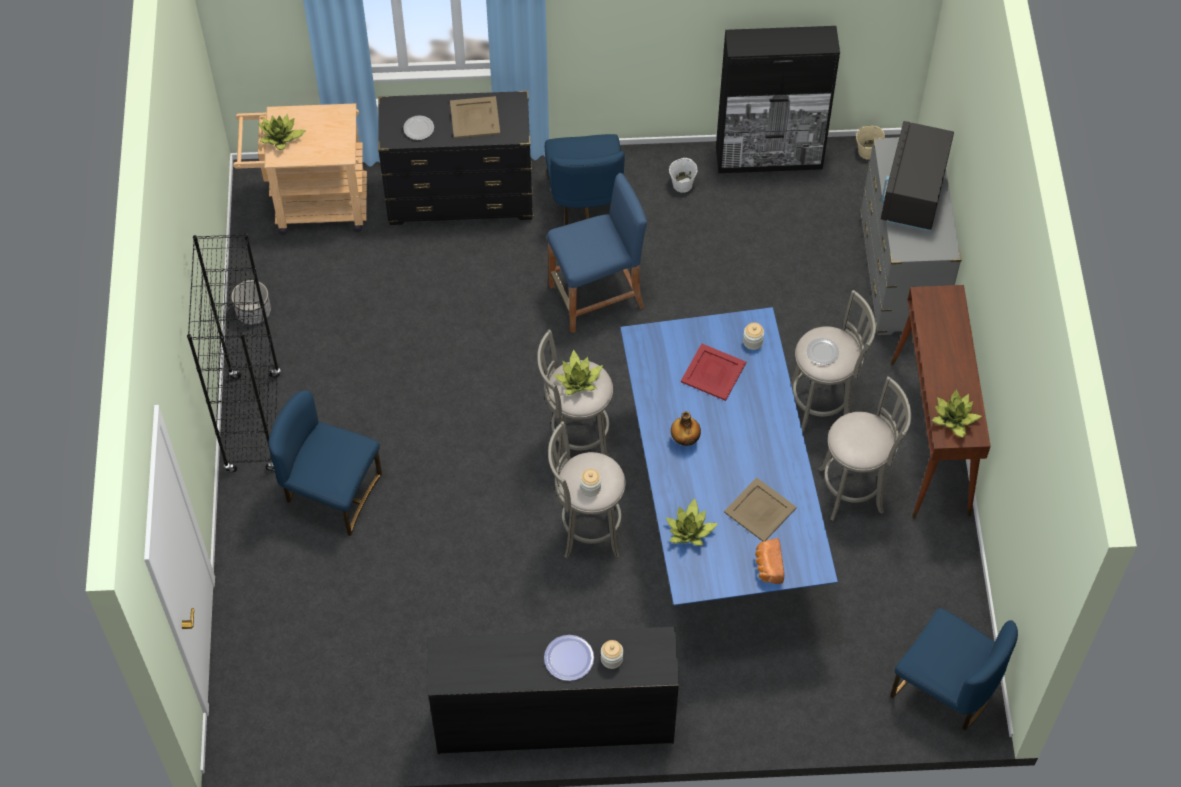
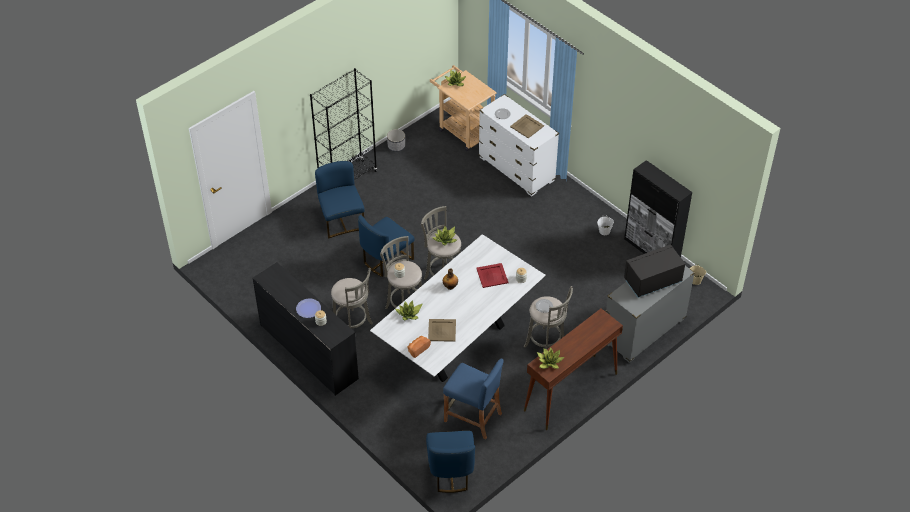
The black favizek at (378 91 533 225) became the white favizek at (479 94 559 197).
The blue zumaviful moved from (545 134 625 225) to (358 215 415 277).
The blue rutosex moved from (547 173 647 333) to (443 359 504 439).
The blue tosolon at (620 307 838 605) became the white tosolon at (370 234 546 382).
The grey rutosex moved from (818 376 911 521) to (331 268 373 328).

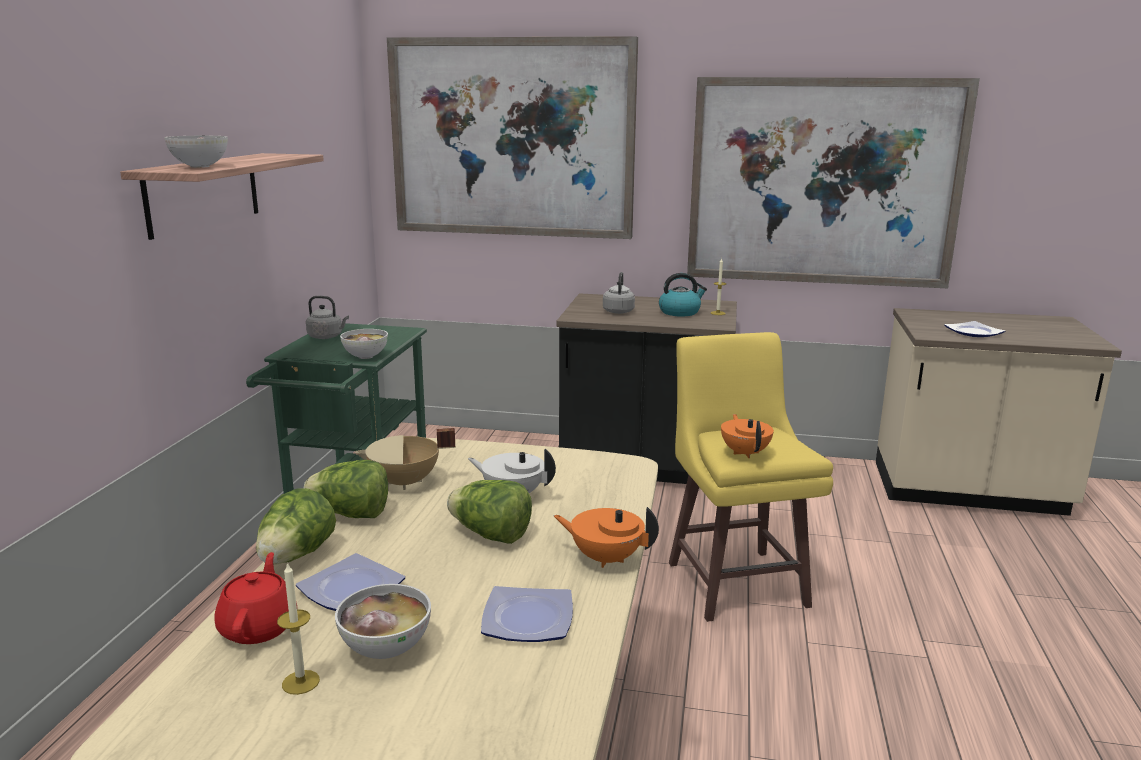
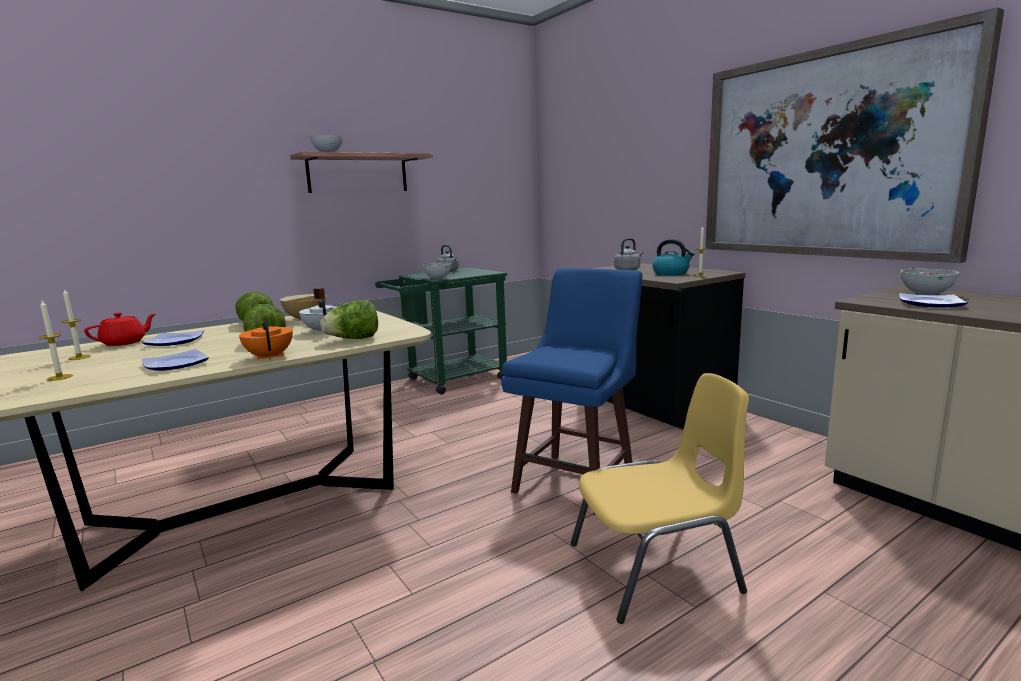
The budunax at (387 36 638 239) disappeared.
The yellow rutosex at (669 332 833 622) became the blue rutosex at (501 268 642 515).
The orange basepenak at (721 414 774 458) disappeared.
The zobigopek moved from (256 488 336 565) to (320 300 378 339).
The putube moved from (335 584 431 659) to (901 269 959 295).
The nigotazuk at (39 301 73 381) appeared.
The yellow zumaviful at (570 373 749 624) appeared.

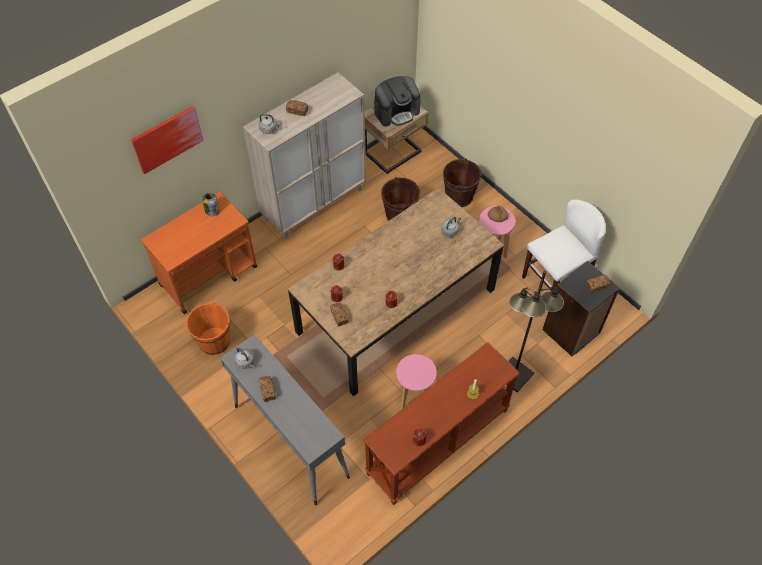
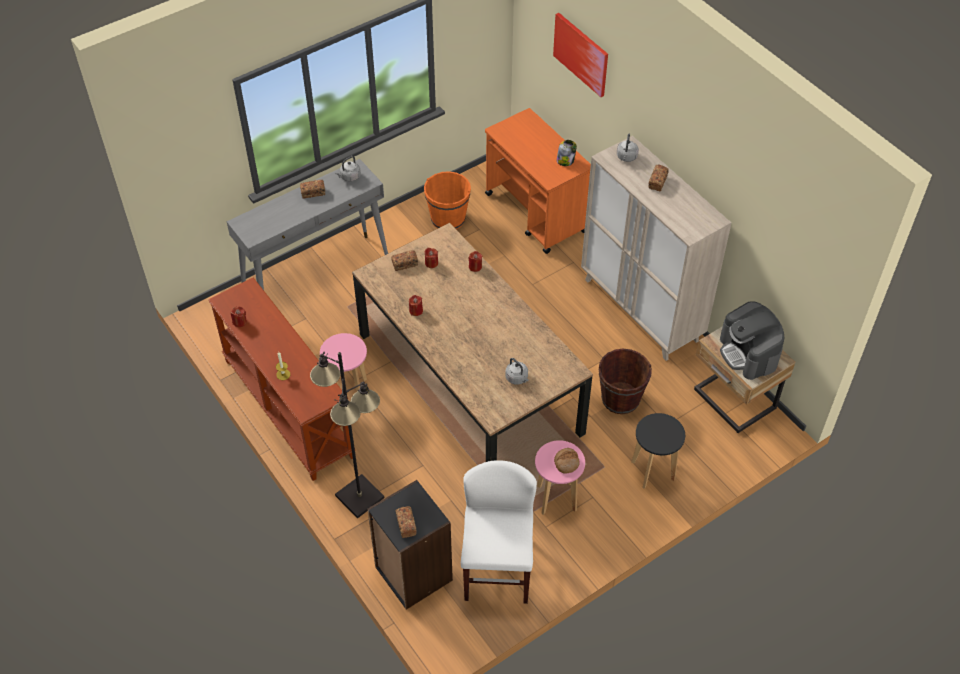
The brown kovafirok at (443 159 481 207) was replaced by the black rutosex at (632 413 685 489).
The white zumaviful at (522 199 606 291) turned 150 degrees counterclockwise.

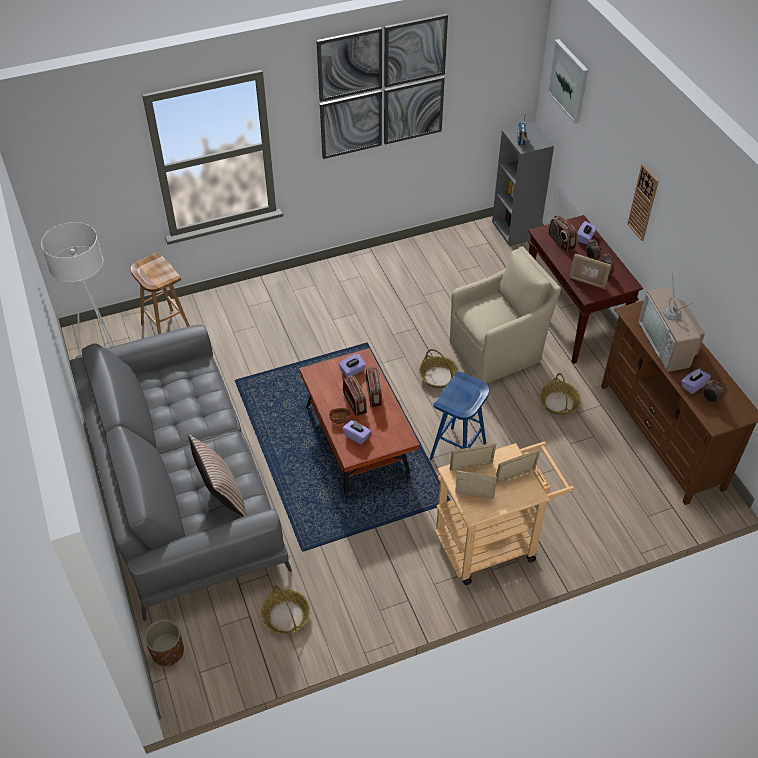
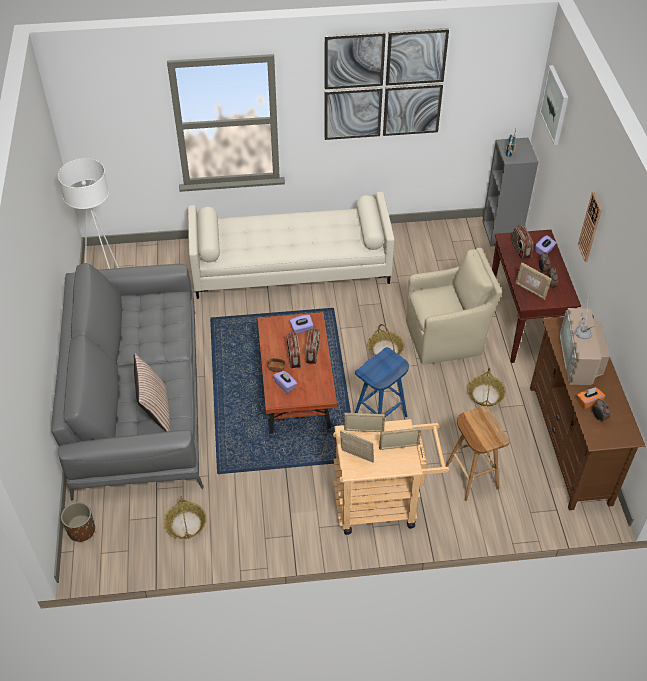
The brown rutosex moved from (130 253 190 334) to (446 406 510 501).
The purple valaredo at (681 369 711 394) became the orange valaredo at (577 387 605 409).
The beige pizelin at (188 192 395 299) appeared.

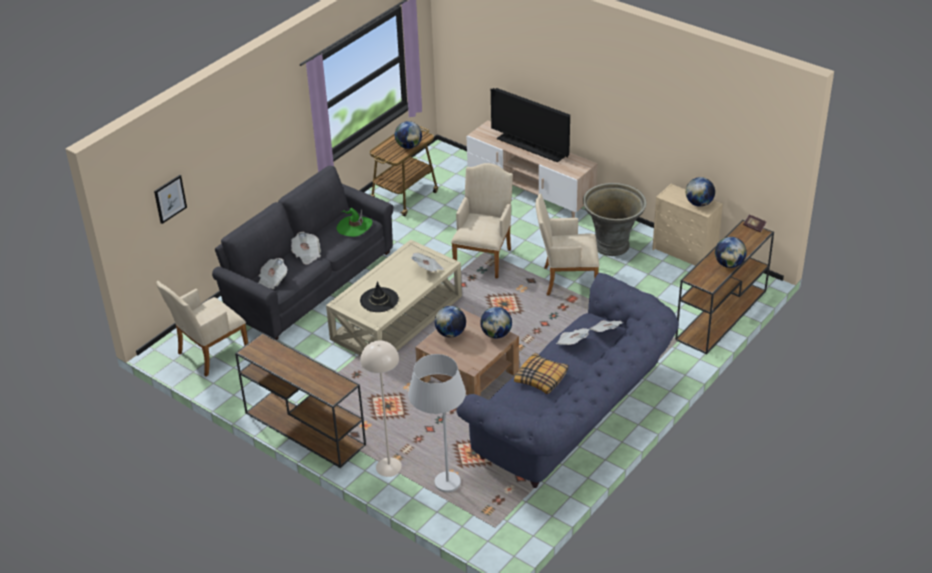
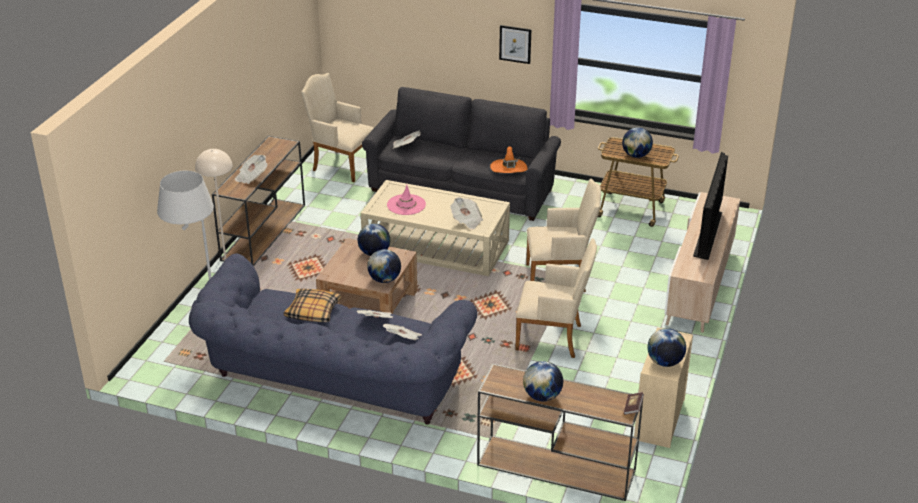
The budunax moved from (154 175 187 224) to (499 25 531 64).
The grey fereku at (583 183 646 256) disappeared.
The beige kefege at (535 194 599 296) turned 120 degrees clockwise.
The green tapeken at (336 208 372 237) became the orange tapeken at (490 146 528 173).
The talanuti moved from (291 232 321 265) to (235 155 267 184).
The black tapeken at (360 281 399 312) became the pink tapeken at (387 185 426 215).

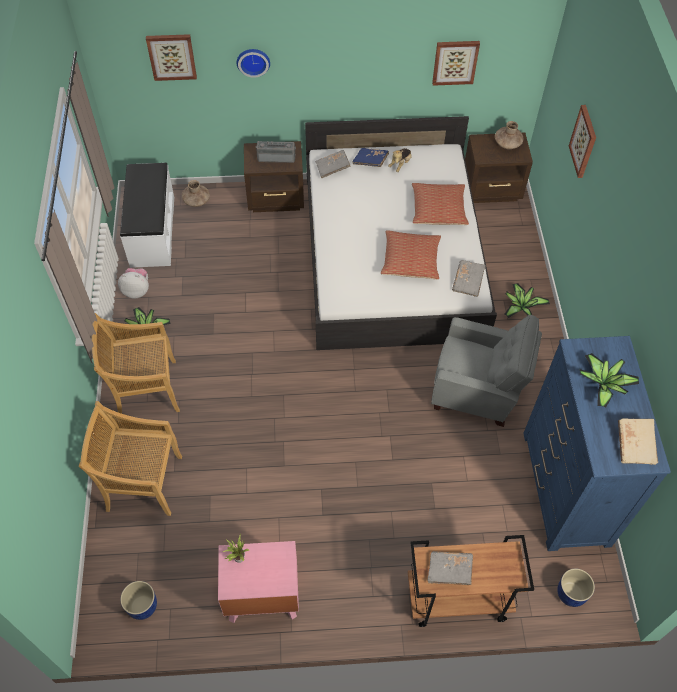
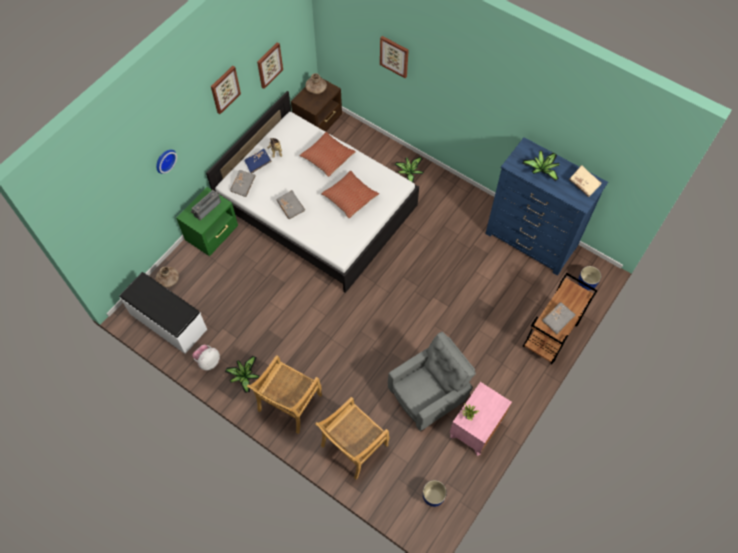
The budunax moved from (146 34 197 81) to (211 66 241 114).
The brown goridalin at (244 141 304 212) became the green goridalin at (176 187 238 256).
The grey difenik moved from (452 260 486 297) to (276 190 305 219).
The grey kefege moved from (431 315 542 427) to (388 332 476 431).

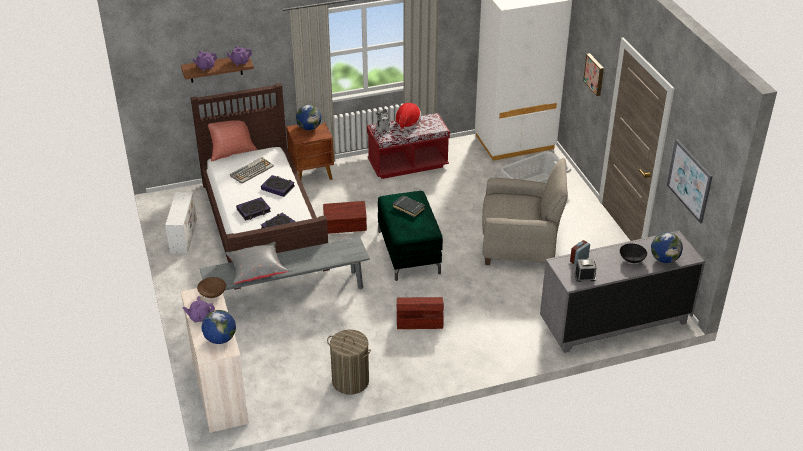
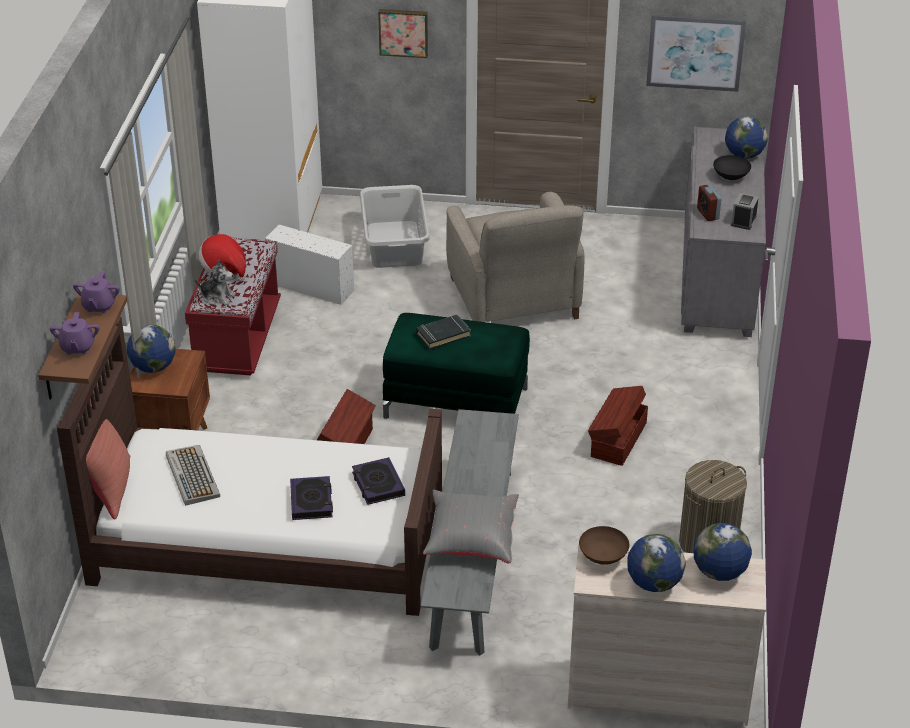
The beige kefege at (482 158 568 265) turned 135 degrees clockwise.
The difenik at (261 175 295 197) disappeared.
The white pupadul moved from (165 192 197 254) to (265 225 354 305).
The purple basepenak at (183 296 215 322) was replaced by the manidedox at (627 534 686 592).

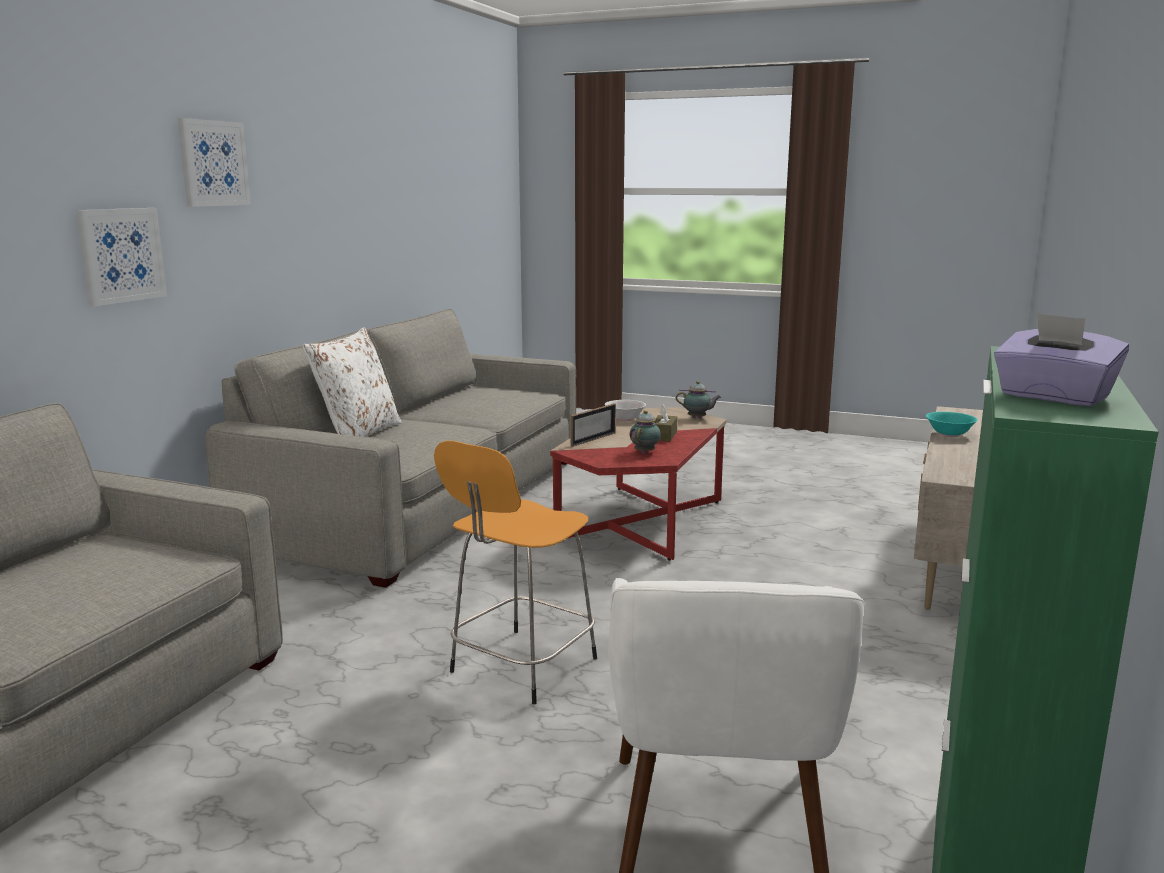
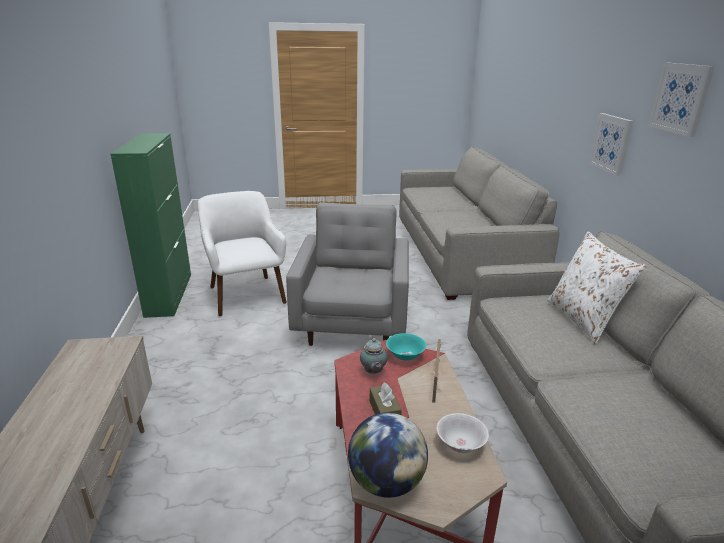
The purple valaredo at (994 313 1129 406) disappeared.
The basepenak at (676 381 721 419) was replaced by the manidedox at (348 412 428 498).
The turquoise putube moved from (926 412 978 437) to (386 333 426 361).
The orange rutosex at (434 441 597 704) was replaced by the grey kefege at (286 202 409 346).

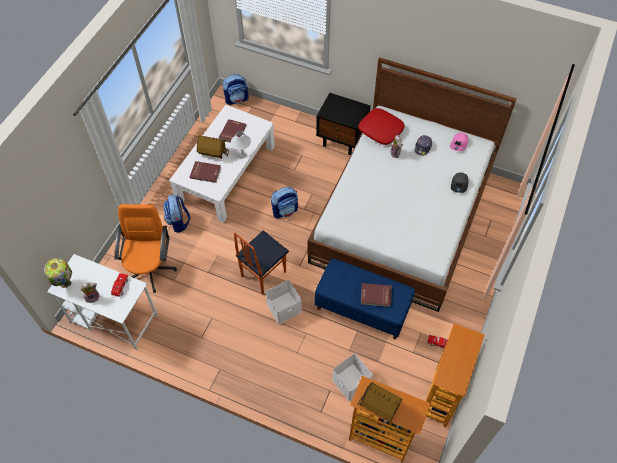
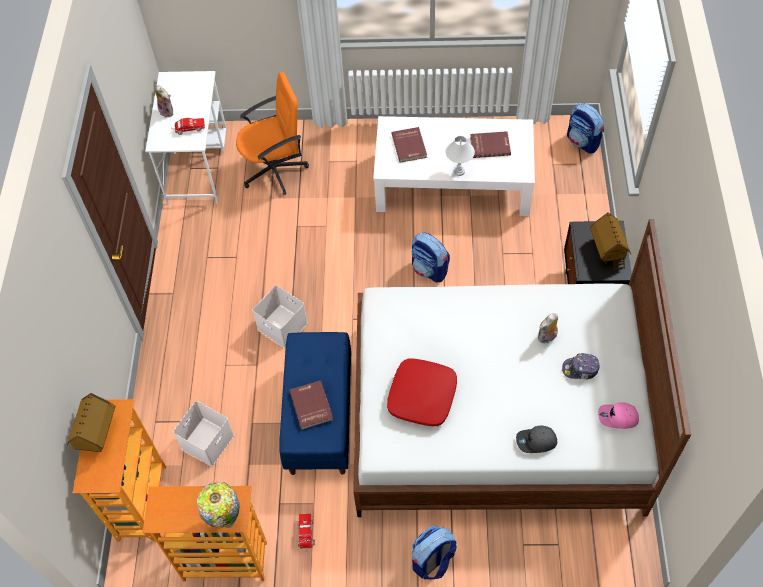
The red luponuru moved from (358 108 405 145) to (387 358 457 426).
The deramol moved from (197 135 230 159) to (590 212 631 271).
The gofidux moved from (164 195 190 233) to (412 526 457 579).
The zumaviful at (234 230 289 294) disappeared.
The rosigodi moved from (44 258 72 288) to (197 482 240 528).

